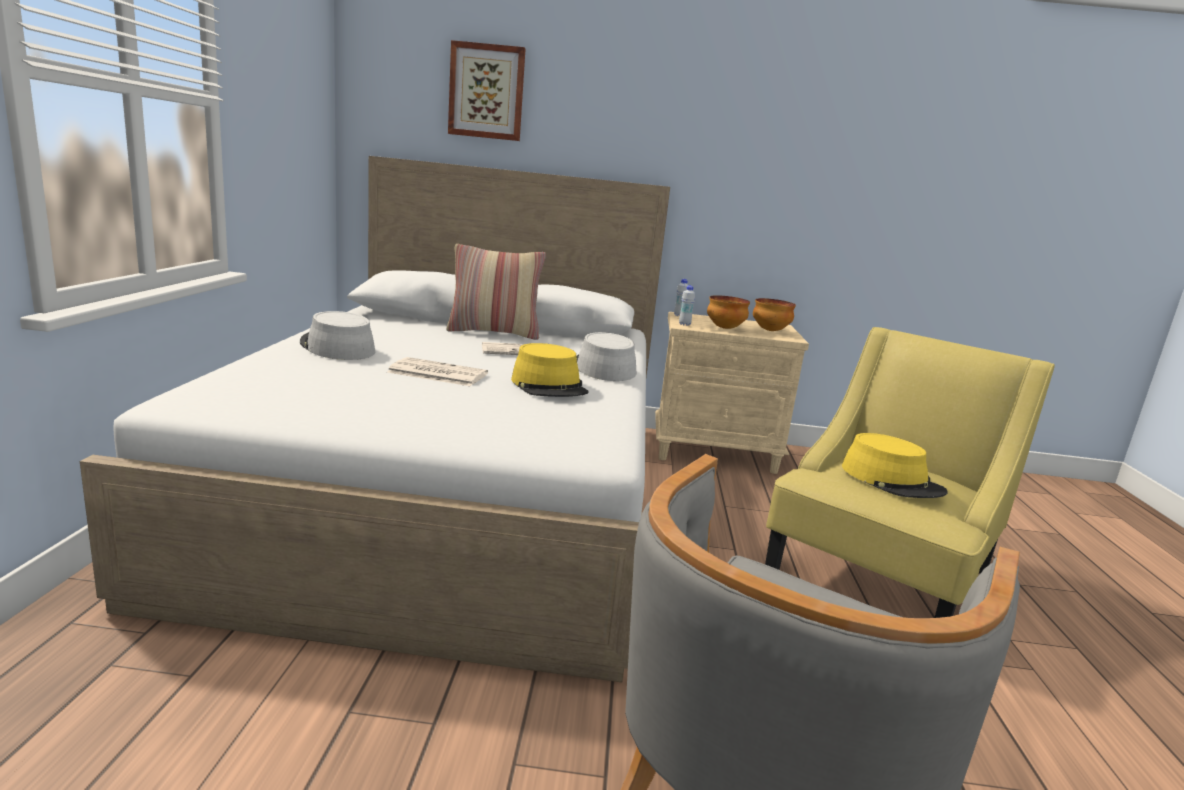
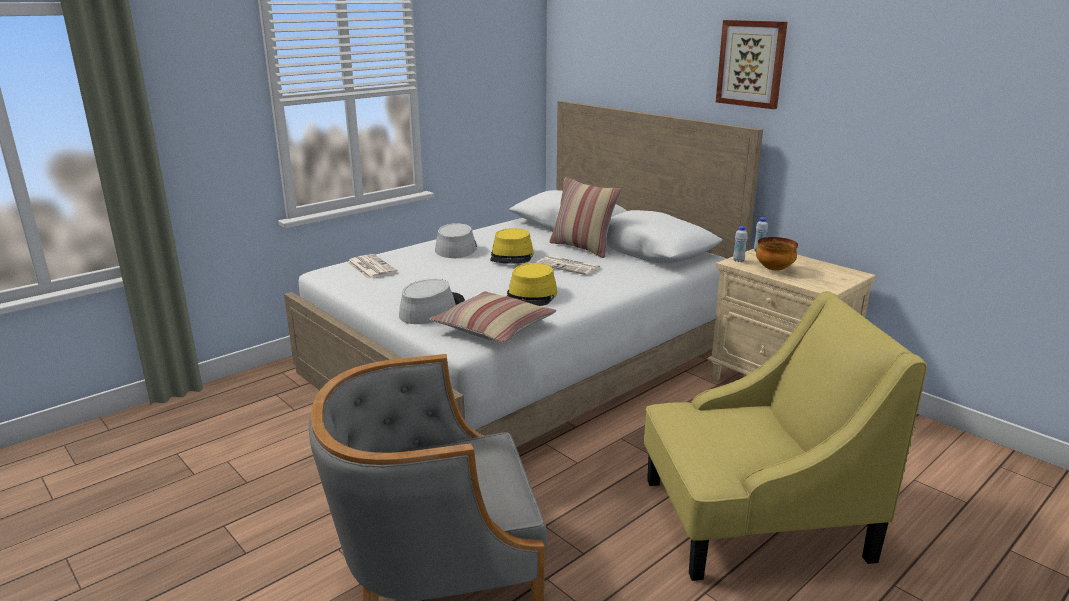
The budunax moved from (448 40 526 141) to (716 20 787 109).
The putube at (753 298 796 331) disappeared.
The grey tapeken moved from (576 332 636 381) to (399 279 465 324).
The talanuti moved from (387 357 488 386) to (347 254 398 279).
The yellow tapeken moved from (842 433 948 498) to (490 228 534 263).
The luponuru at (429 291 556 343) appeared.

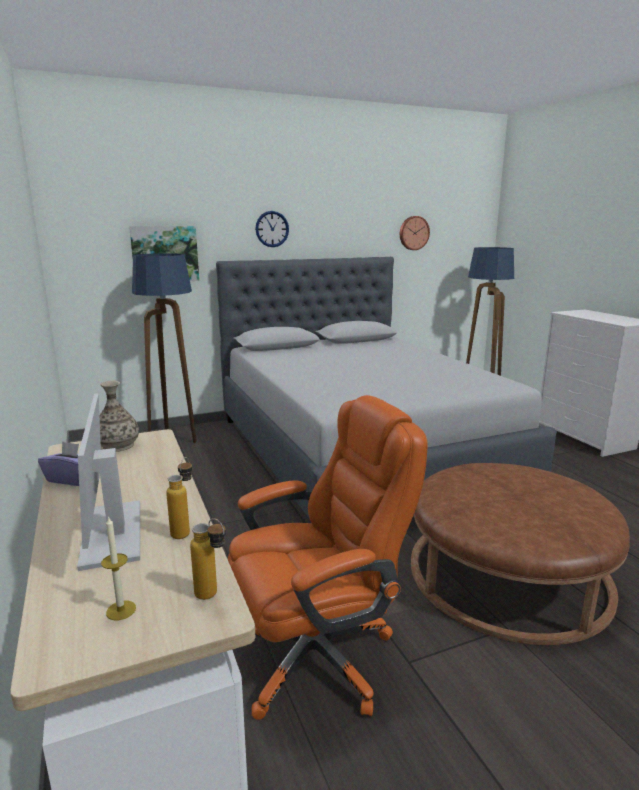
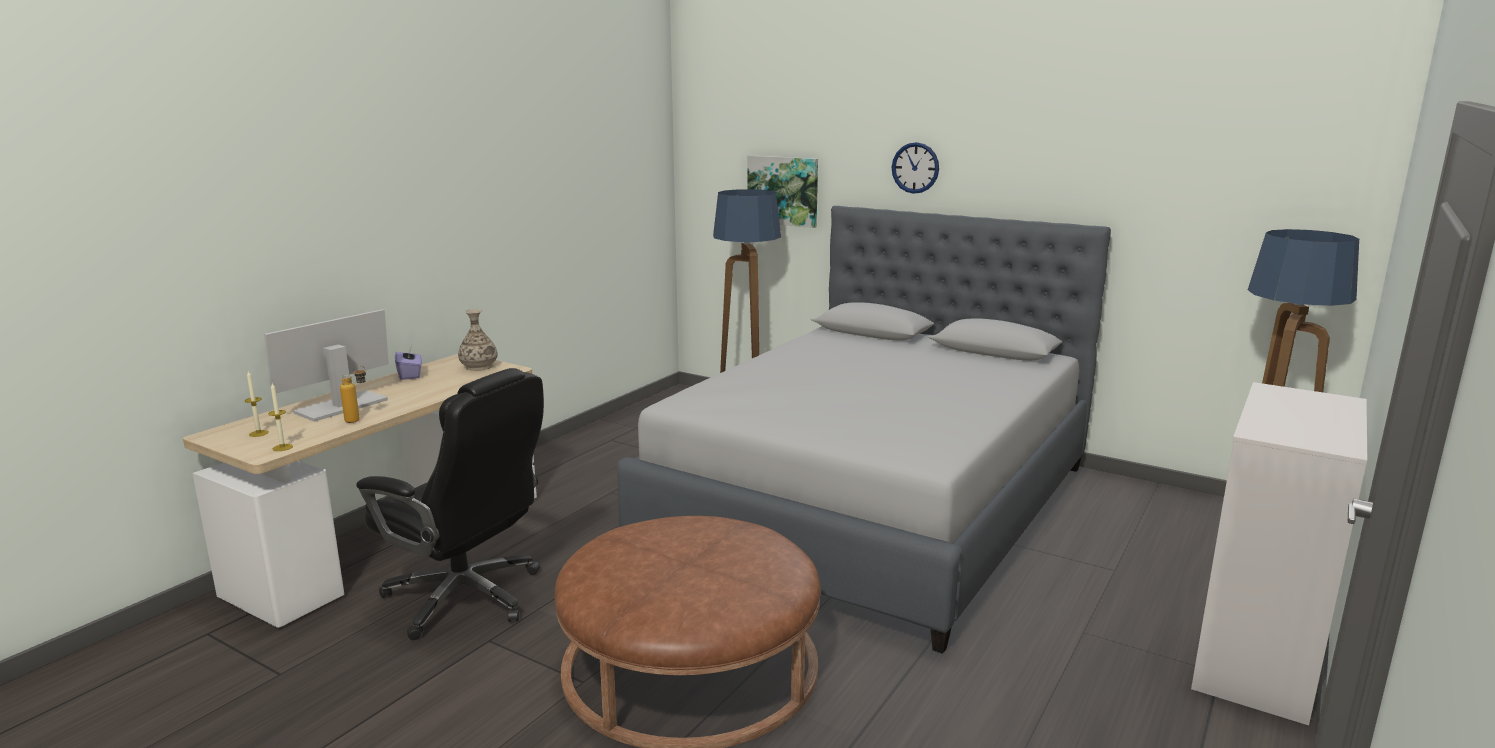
The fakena at (400 216 430 250) disappeared.
The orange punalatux at (228 395 427 720) became the black punalatux at (356 368 544 640).
The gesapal at (190 518 226 600) was replaced by the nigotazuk at (268 383 293 451).

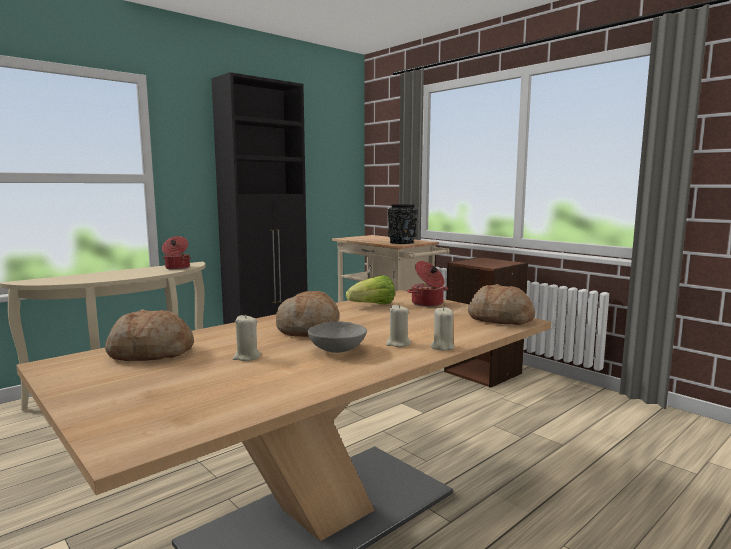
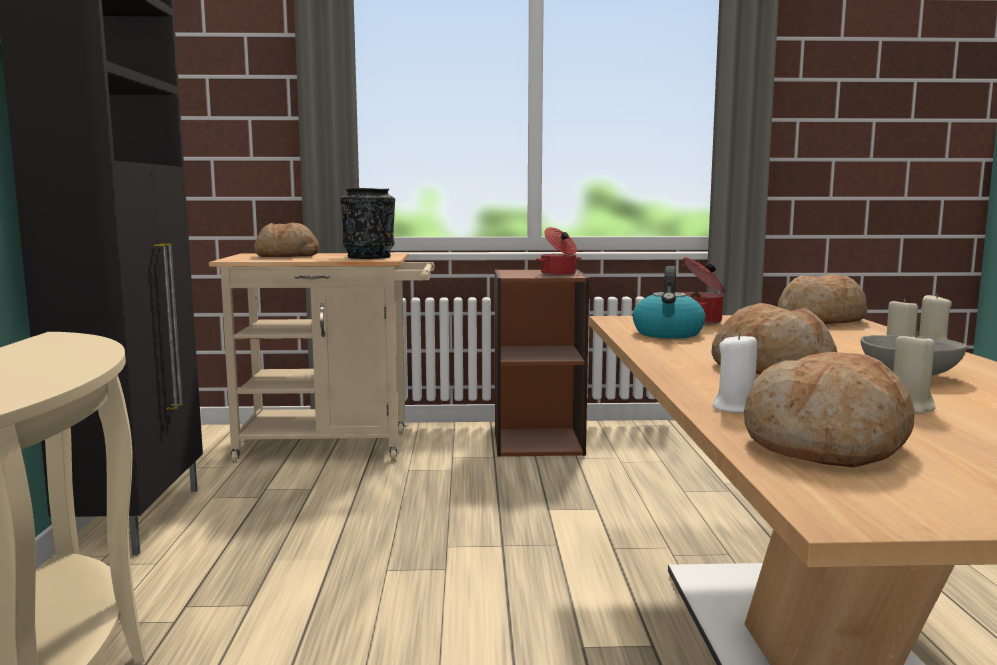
The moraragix moved from (162 236 191 270) to (536 227 581 276).
The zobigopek at (346 275 395 304) was replaced by the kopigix at (633 266 706 339).
The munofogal at (254 223 319 257) appeared.
The white nigotazuk at (712 332 757 413) appeared.

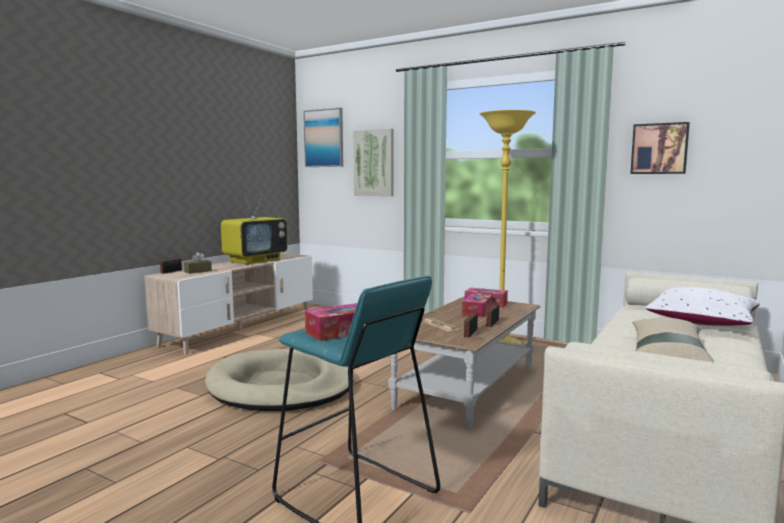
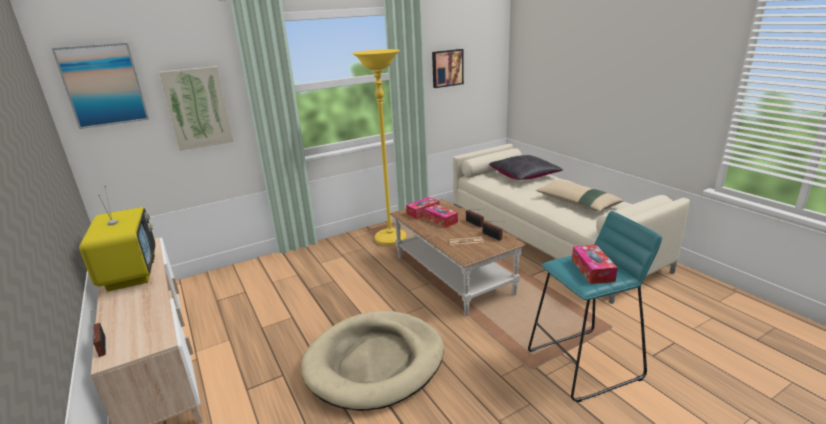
The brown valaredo at (184 252 212 274) disappeared.
The white luponuru at (645 287 760 326) became the black luponuru at (489 155 563 180).

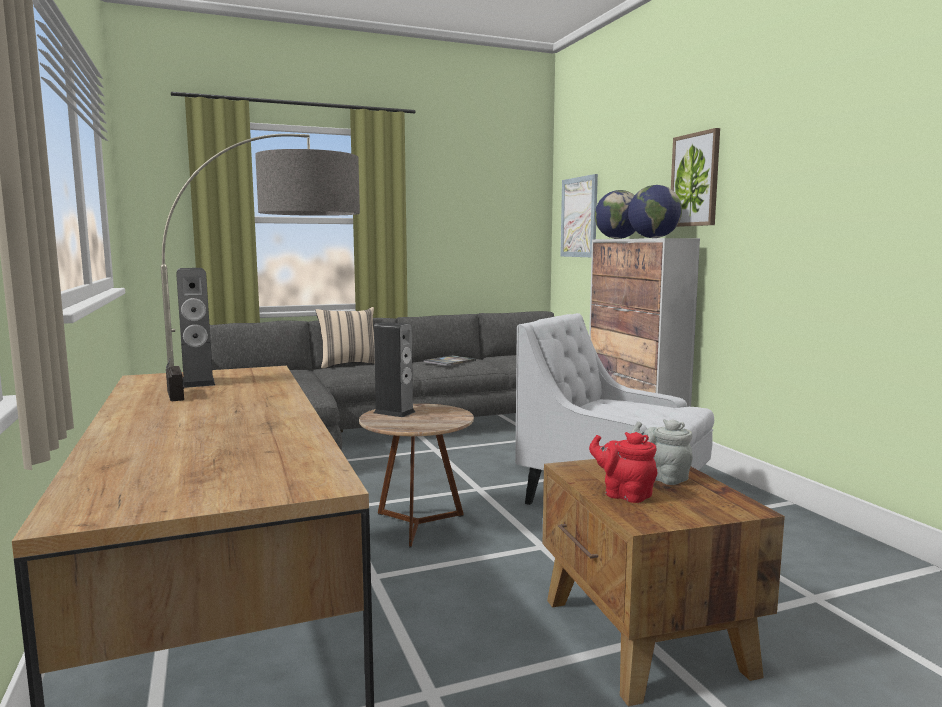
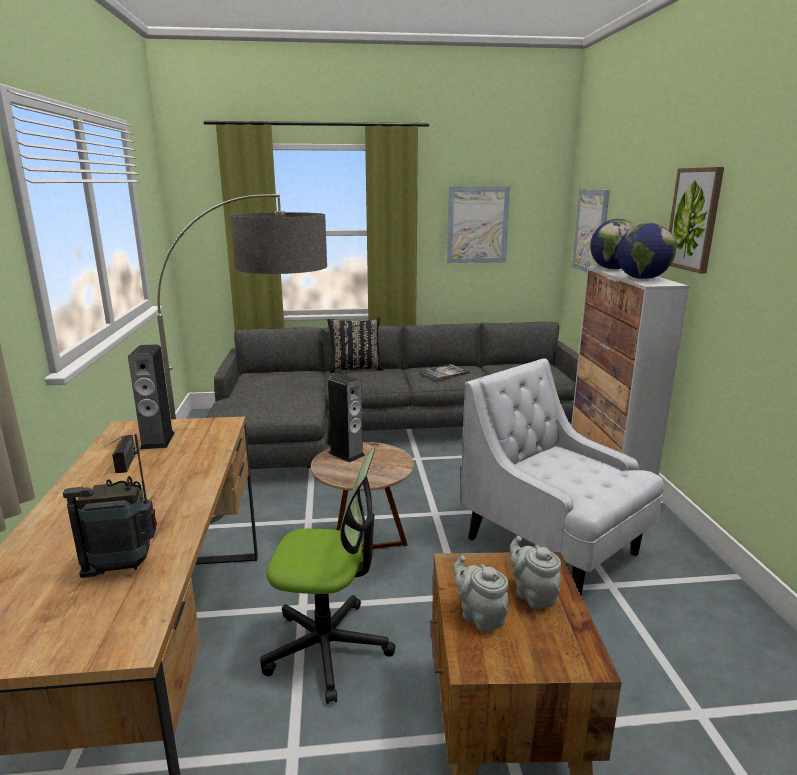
The beige luponuru at (316 307 375 369) became the black luponuru at (327 317 383 373).
The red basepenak at (589 432 657 503) became the grey basepenak at (453 555 509 632).
The budunax at (447 186 510 263) appeared.
The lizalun at (63 434 157 578) appeared.
The punalatux at (260 448 395 704) appeared.

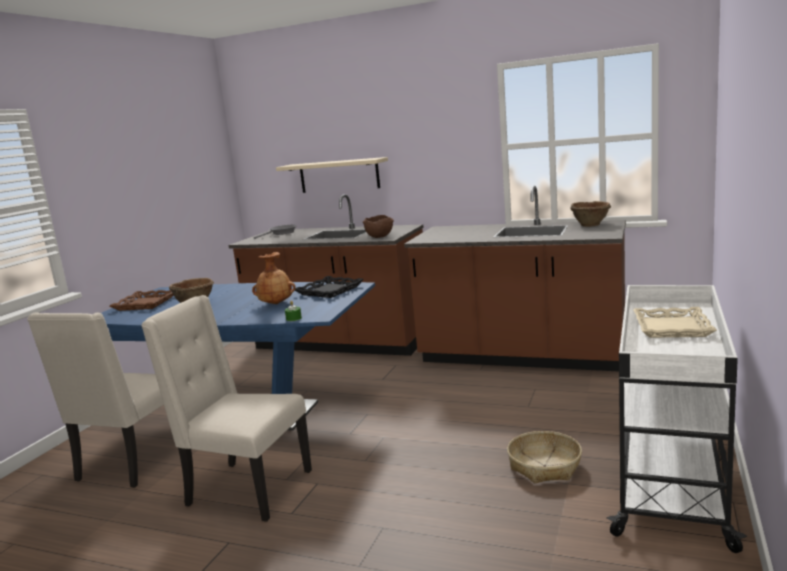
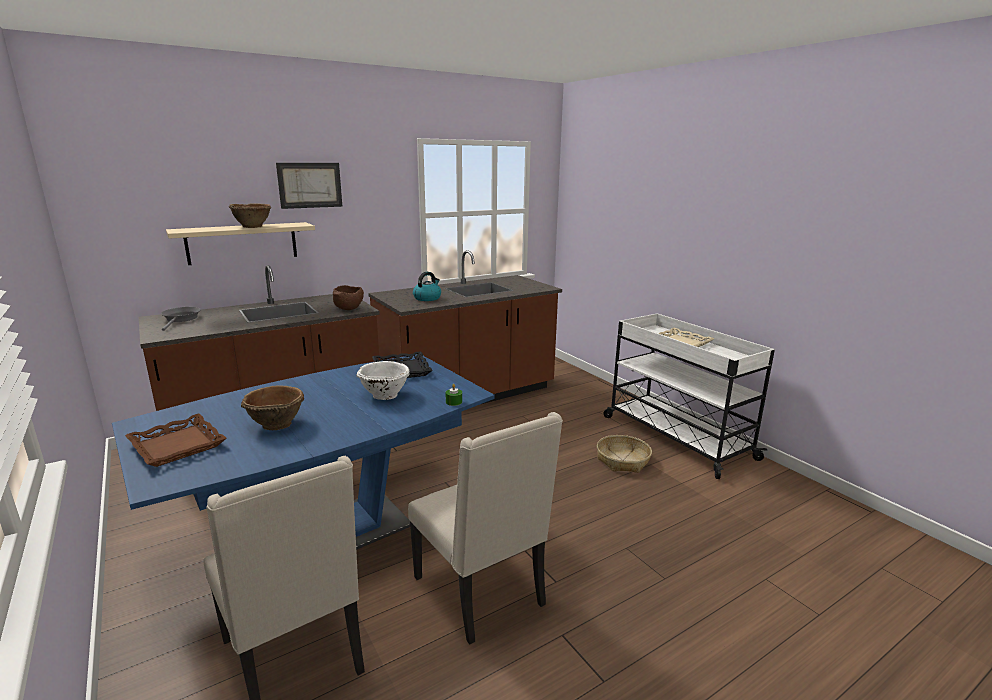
The brown putube moved from (570 201 611 227) to (229 203 271 228).
The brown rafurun at (252 252 296 304) was replaced by the white putube at (356 361 410 400).
The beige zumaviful at (141 295 312 522) turned 90 degrees counterclockwise.
The budunax at (276 163 343 209) appeared.
The kopigix at (413 272 441 301) appeared.

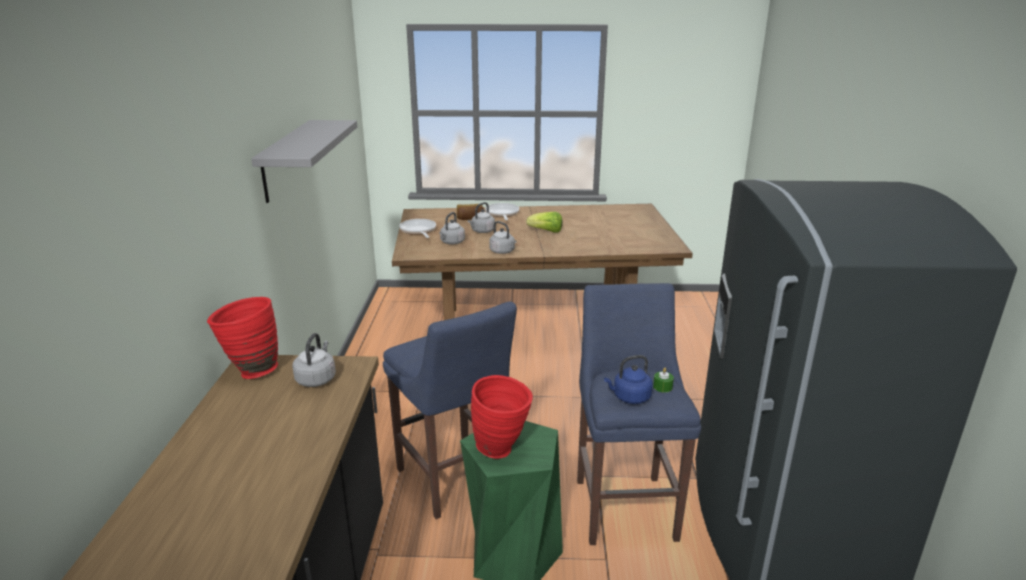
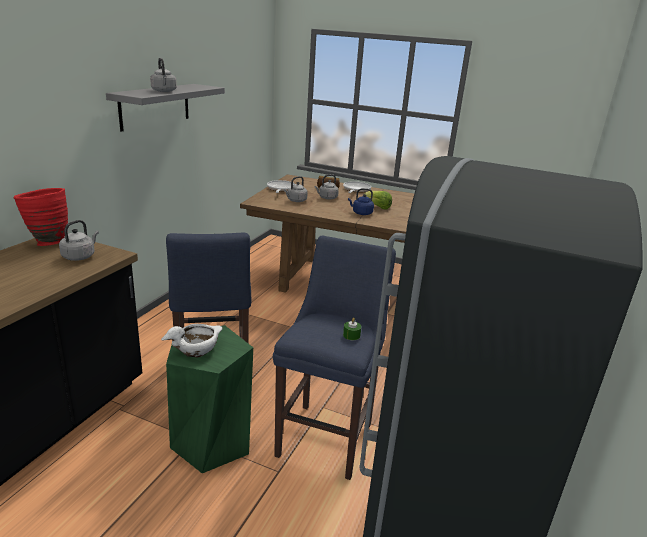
The grey kopigix moved from (489 221 516 254) to (150 58 177 92).
The blue kopigix moved from (604 355 653 404) to (348 188 374 215).
The red rafurun at (471 375 533 459) was replaced by the white putube at (161 324 223 358).

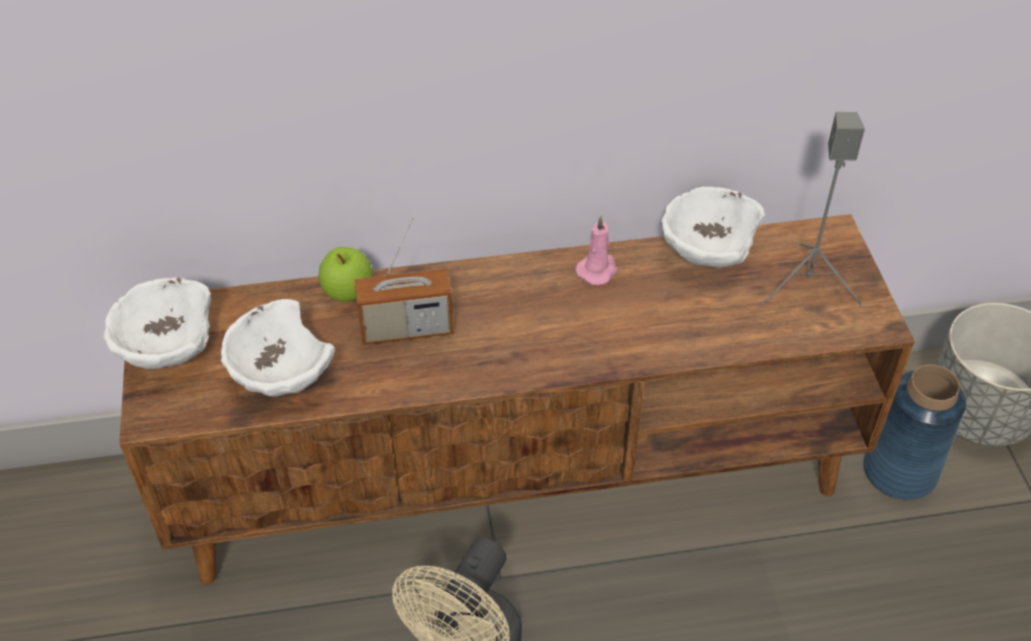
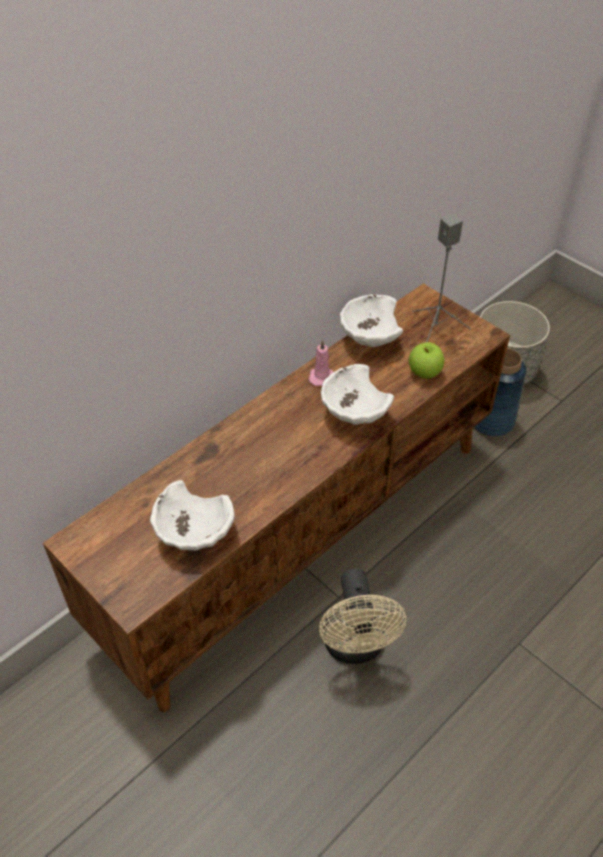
The lizalun at (354 216 454 345) disappeared.
The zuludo moved from (319 247 372 302) to (409 342 444 379).
The white putube moved from (104 278 211 369) to (321 364 394 425).

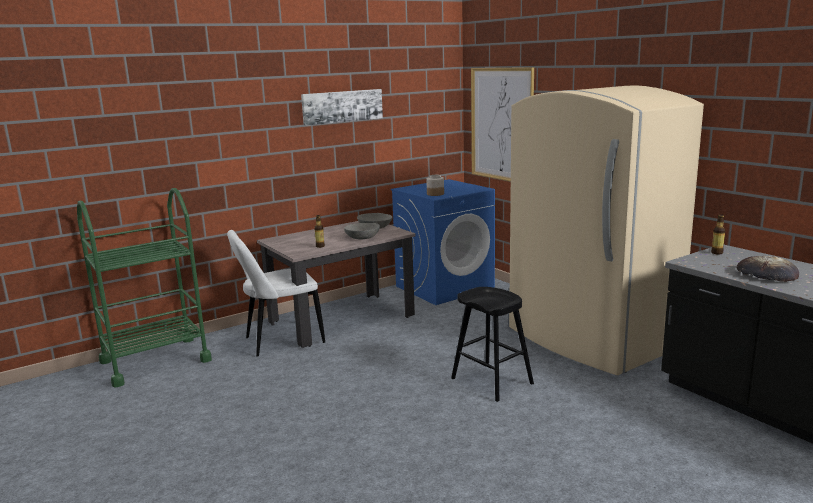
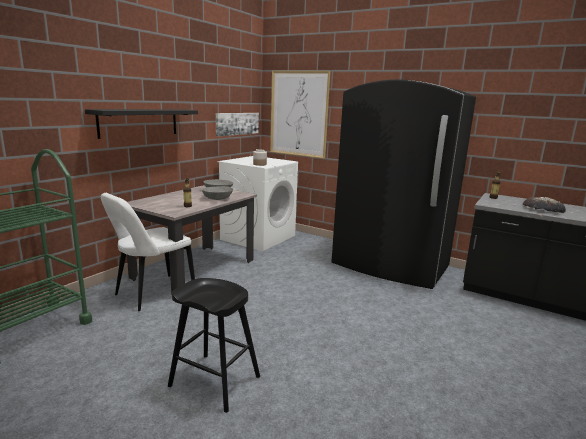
The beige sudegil at (509 85 704 375) became the black sudegil at (332 79 476 289).
The budunax moved from (301 89 383 126) to (216 113 259 136).
The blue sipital at (391 179 495 305) became the white sipital at (217 156 298 251).
The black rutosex moved from (451 287 534 402) to (168 278 260 413).
The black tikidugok at (85 109 198 139) appeared.

